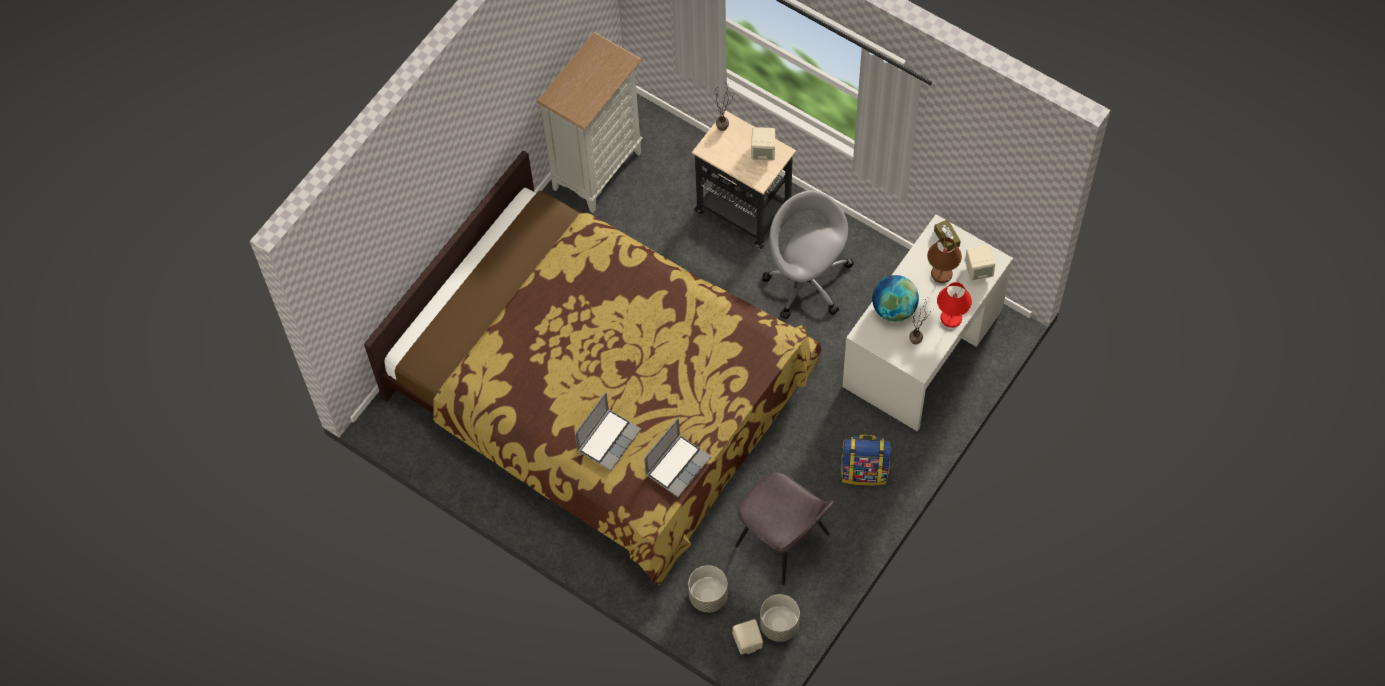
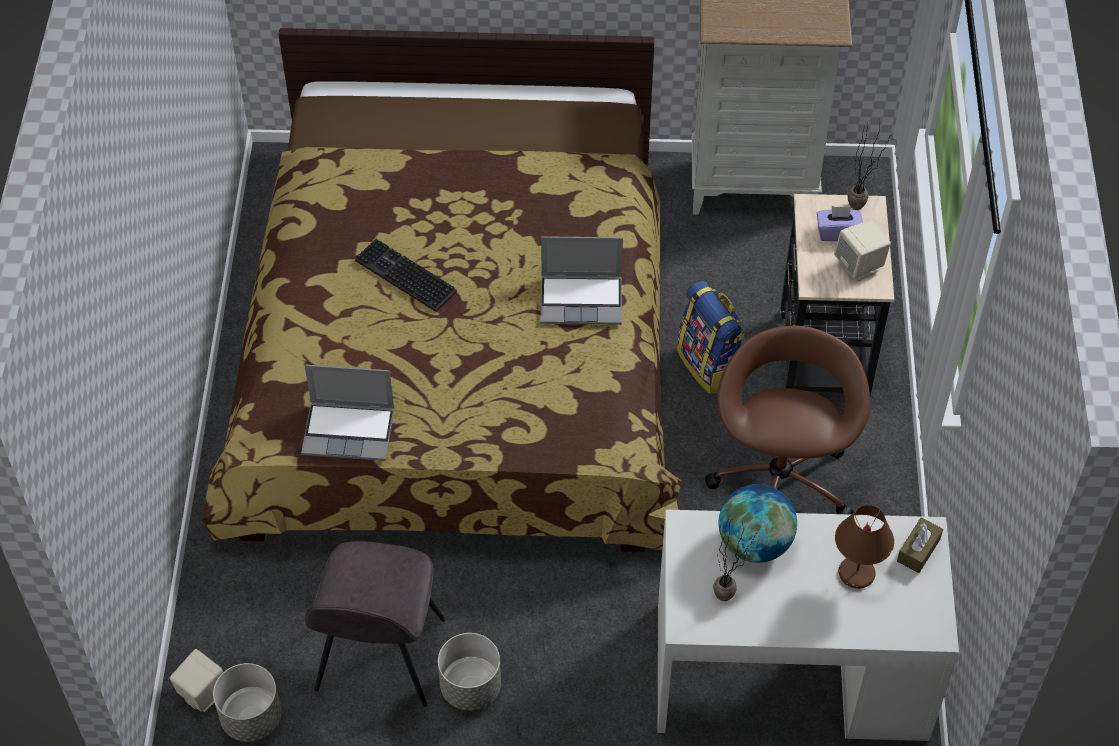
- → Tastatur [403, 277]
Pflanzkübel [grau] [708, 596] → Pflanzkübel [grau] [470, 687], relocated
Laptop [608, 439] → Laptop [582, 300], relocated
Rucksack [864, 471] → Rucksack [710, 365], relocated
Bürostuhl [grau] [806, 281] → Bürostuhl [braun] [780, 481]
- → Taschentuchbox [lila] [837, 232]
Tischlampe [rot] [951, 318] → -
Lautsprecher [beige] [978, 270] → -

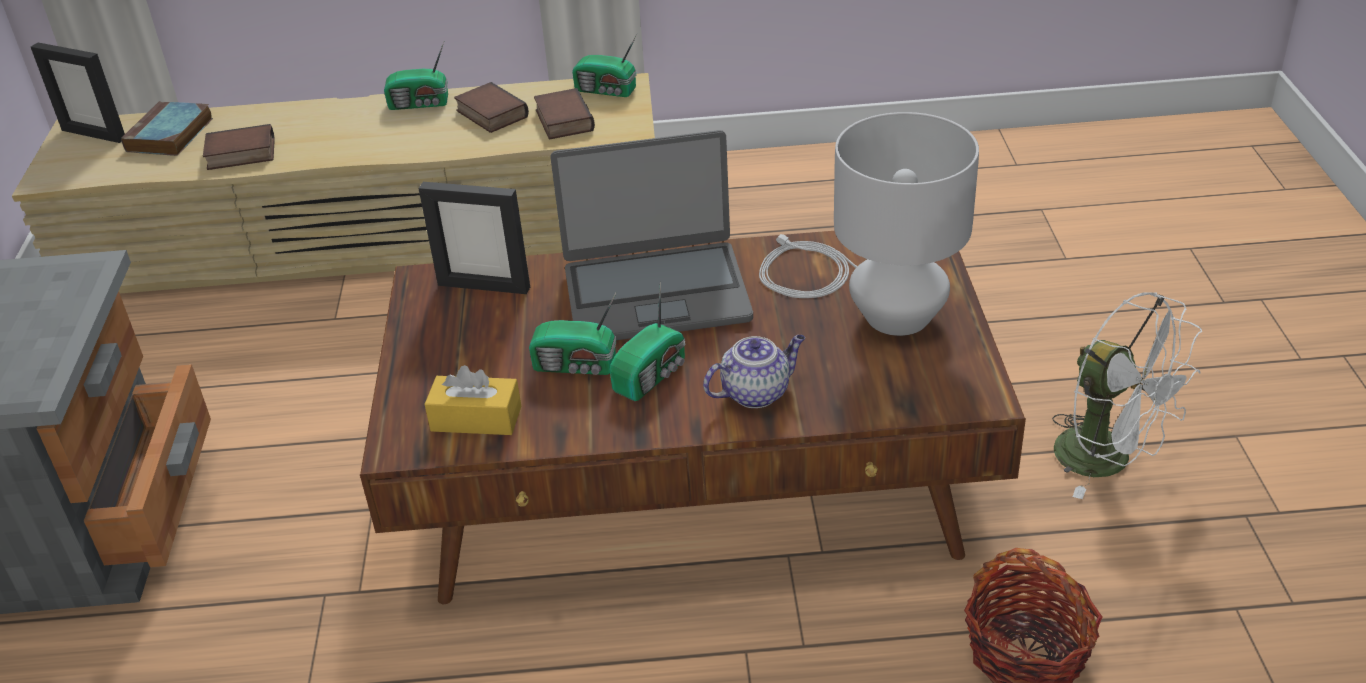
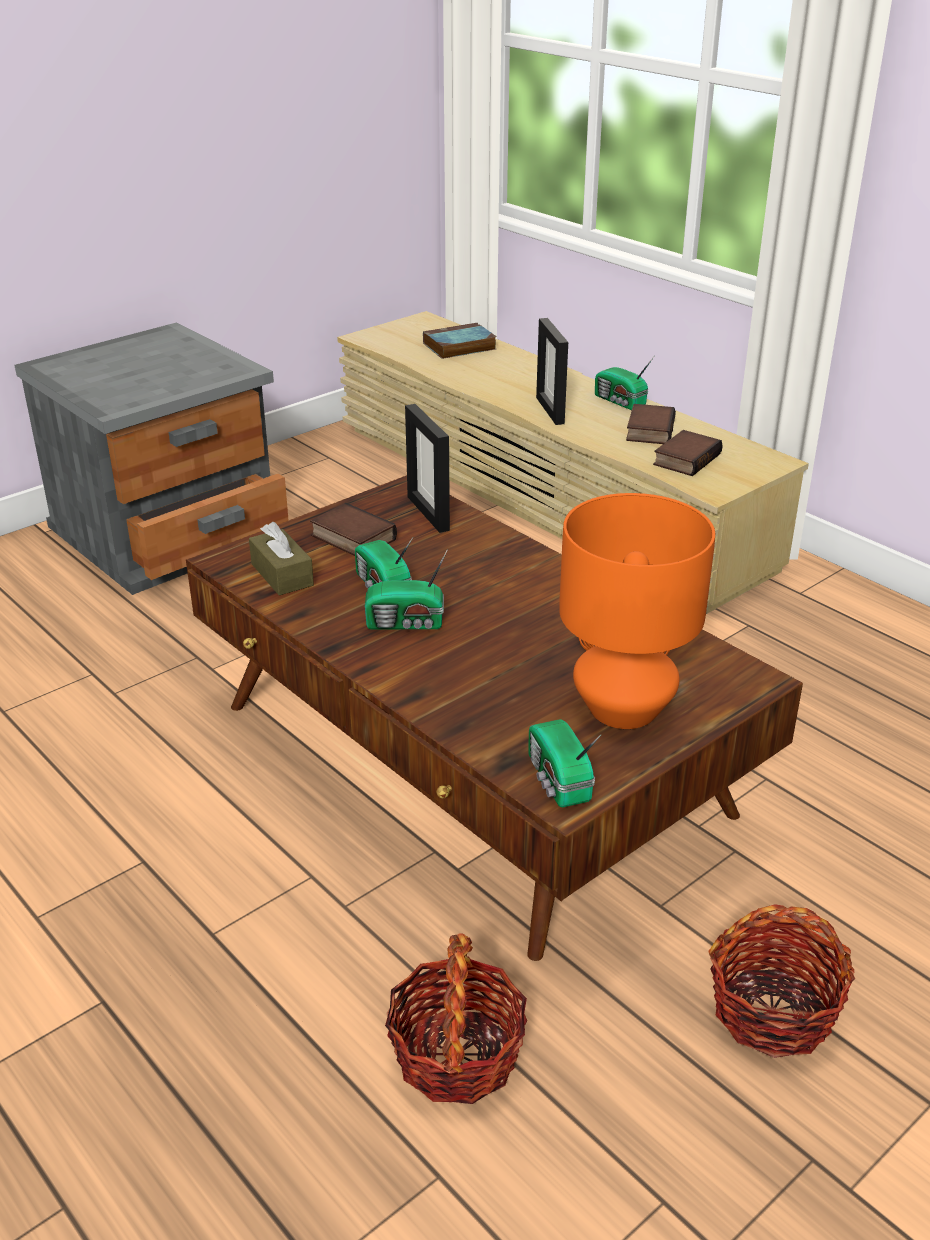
Taschentuchbox [gelb] [476, 419] → Taschentuchbox [braun] [282, 574]
Buch [240, 155] → Buch [351, 538], relocated
Radio [607, 91] → Radio [557, 781], relocated
Bilderrahmen [95, 133] → Bilderrahmen [551, 410], relocated
Tischlampe [grau] [860, 297] → Tischlampe [orange] [625, 679]
Ventilator [weiß] [1108, 460] → Korb [772, 1011]
Laptop [656, 293] → -
Teekanne [756, 392] → -

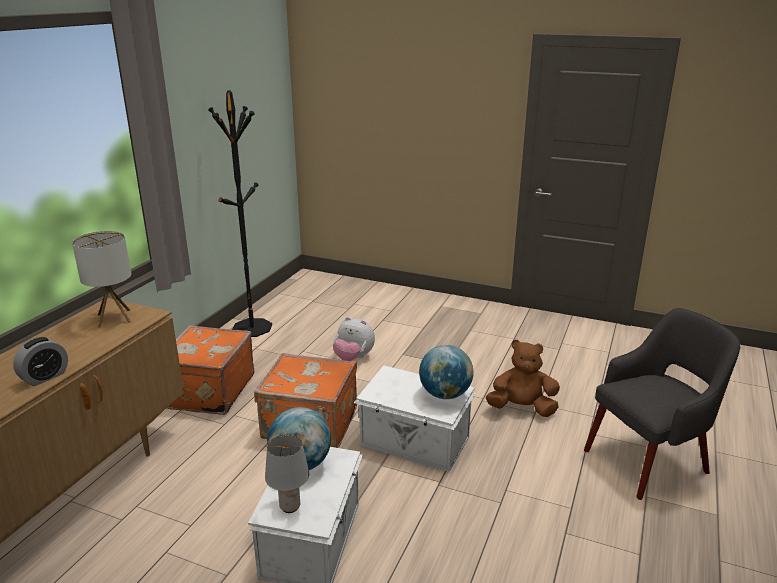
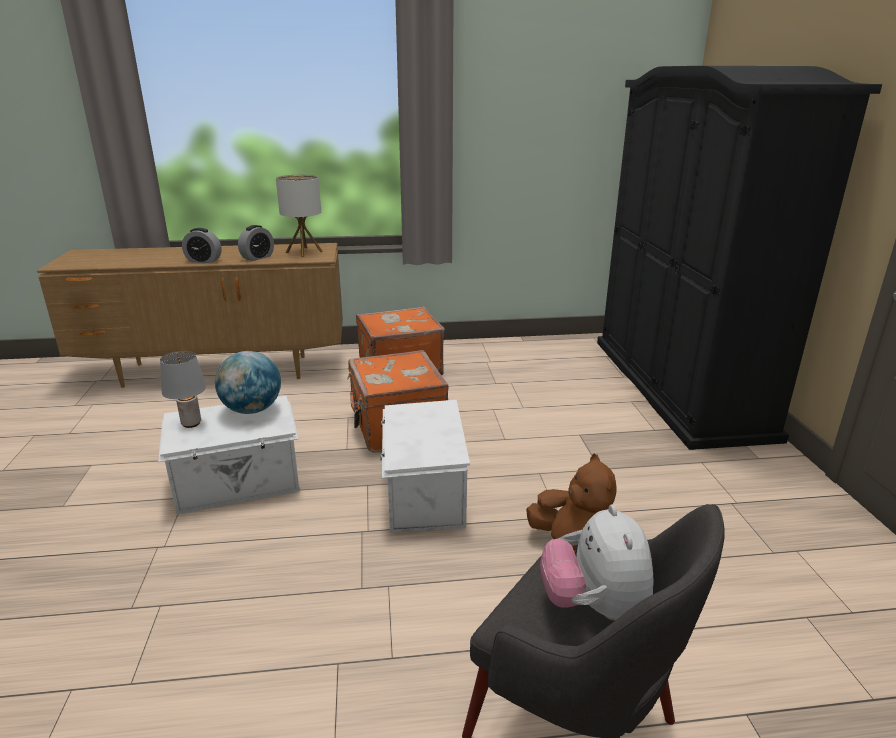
- → Wecker [257, 257]
Plüschtier [353, 358] → Plüschtier [593, 606], relocated
- → Kleiderschrank [schwarz] [677, 385]
Kleiderständer [schwarz] [252, 327] → -
Globus [445, 394] → -

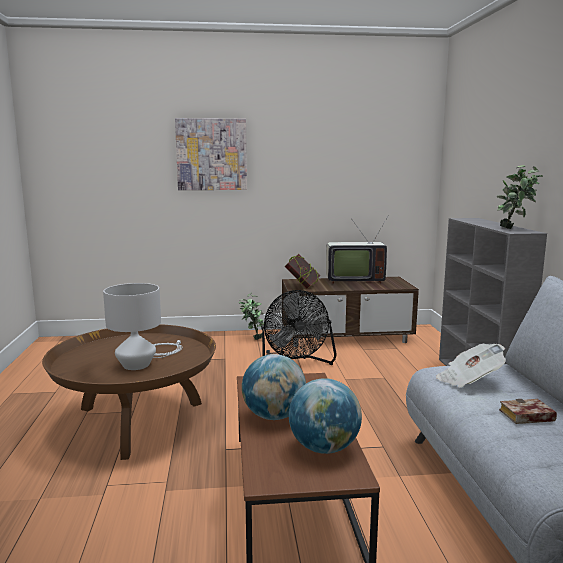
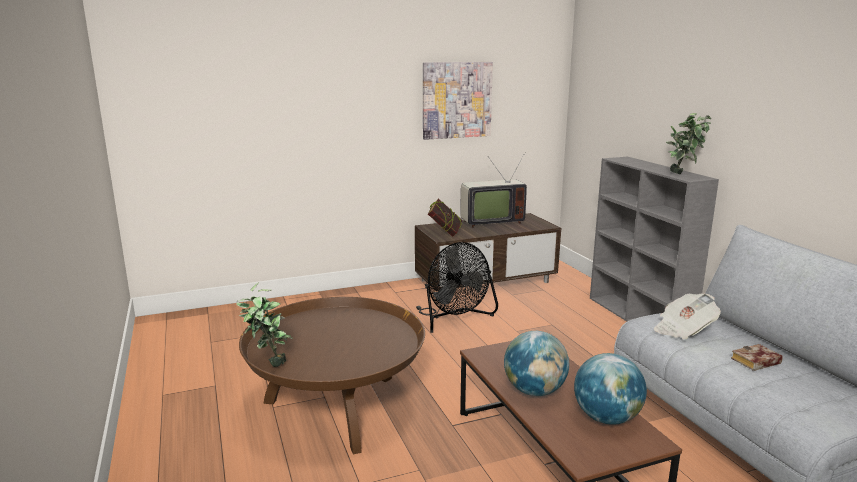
Topfpflanze [252, 338] → Topfpflanze [268, 364], relocated
Bild [211, 154] → Bild [456, 100], relocated
Tischlampe [weiß] [147, 359] → -

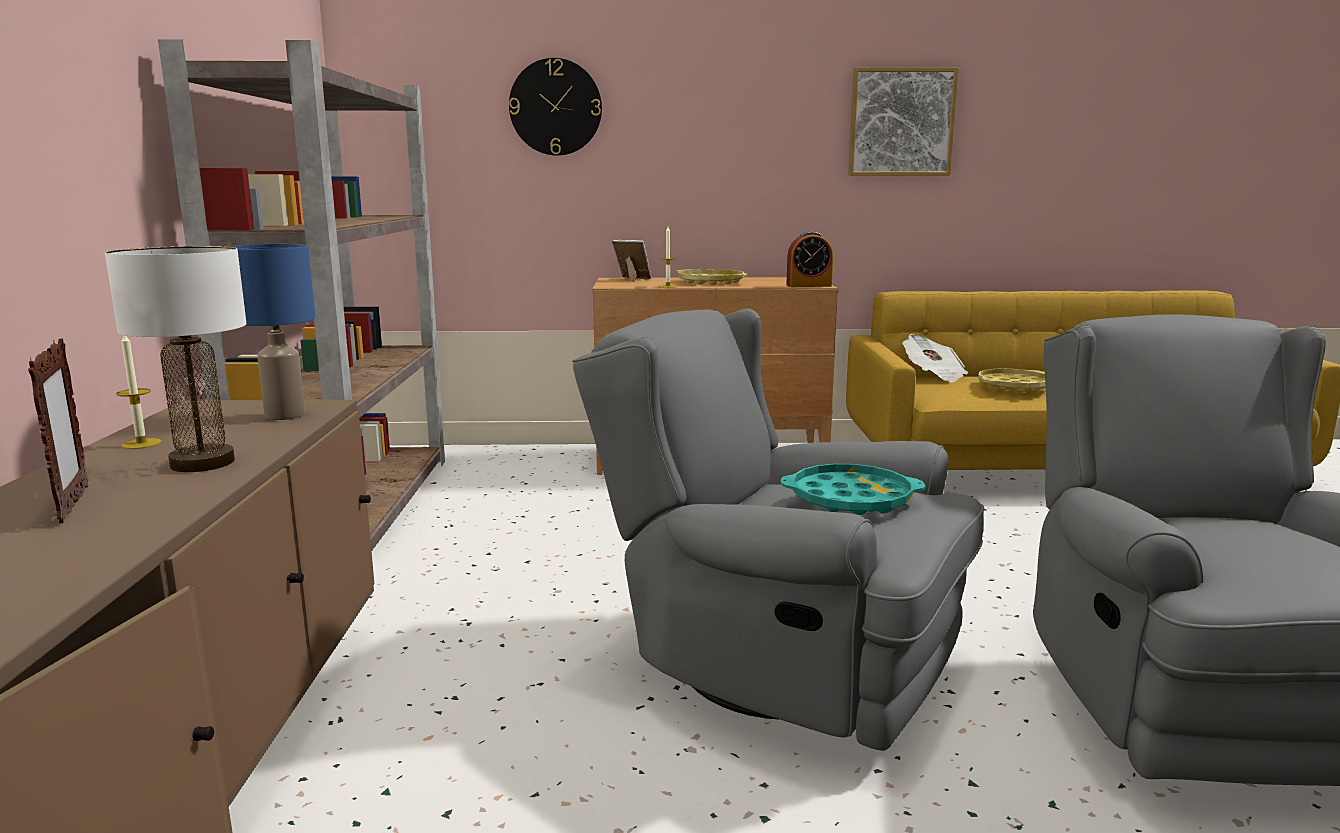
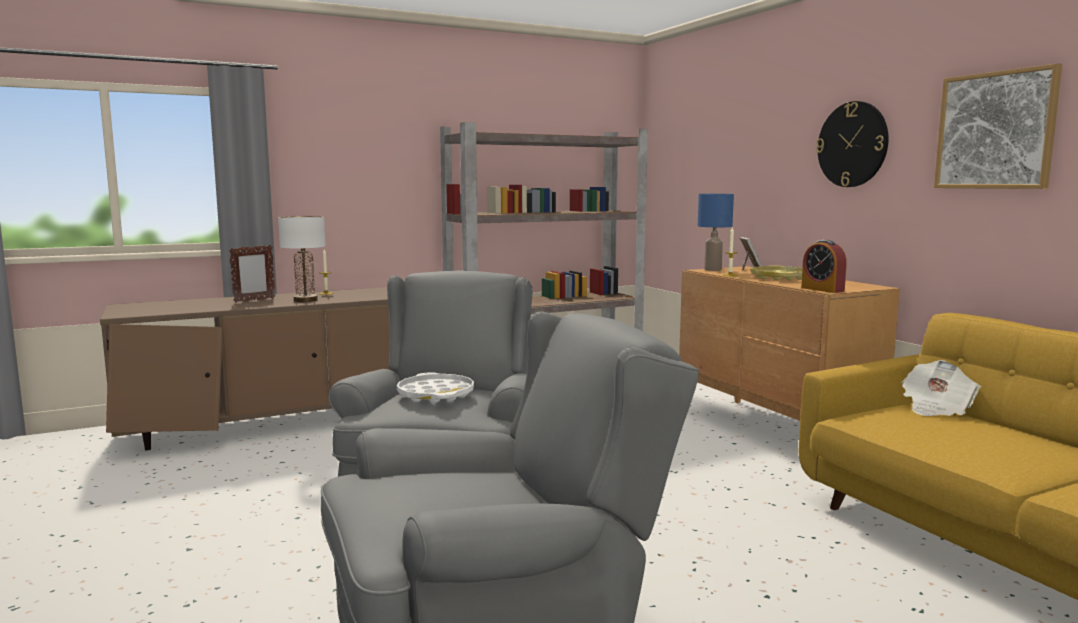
Tablett [türkis] [851, 499] → Tablett [weiß] [436, 394]
Tischlampe [blau] [285, 415] → Tischlampe [blau] [713, 269], relocated
Wanduhr [555, 107] → Wanduhr [852, 144], relocated
Tablett [gelb] [1013, 386] → -

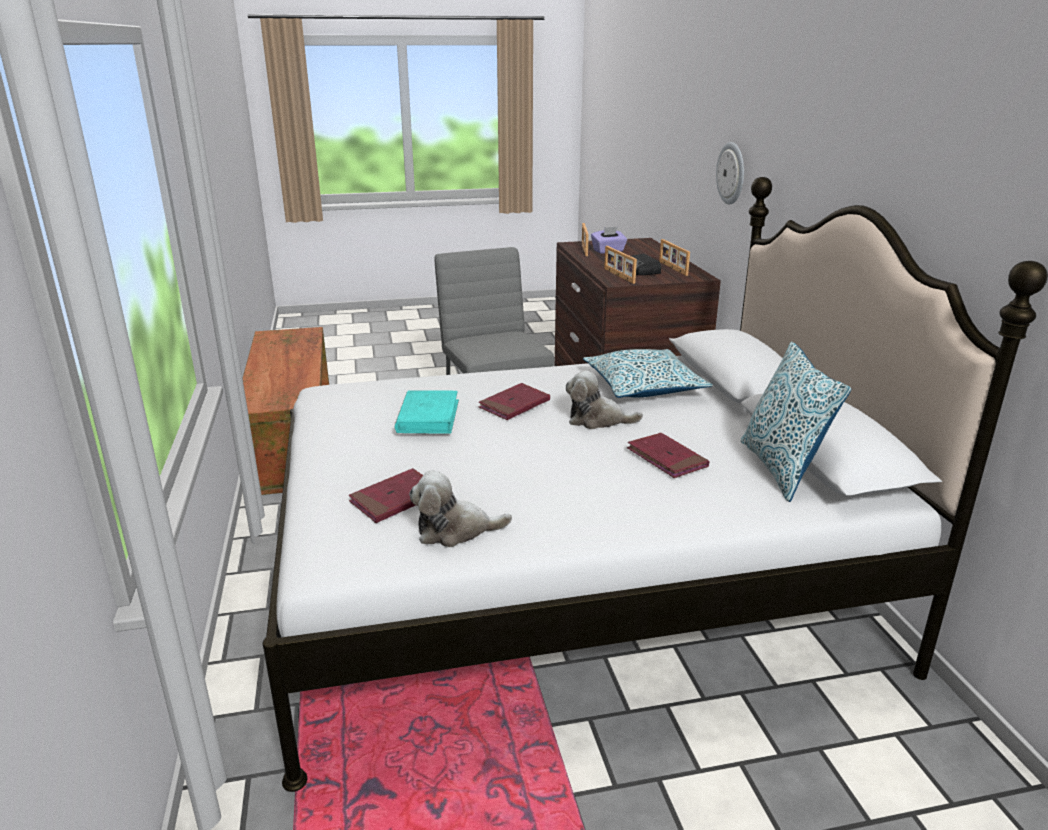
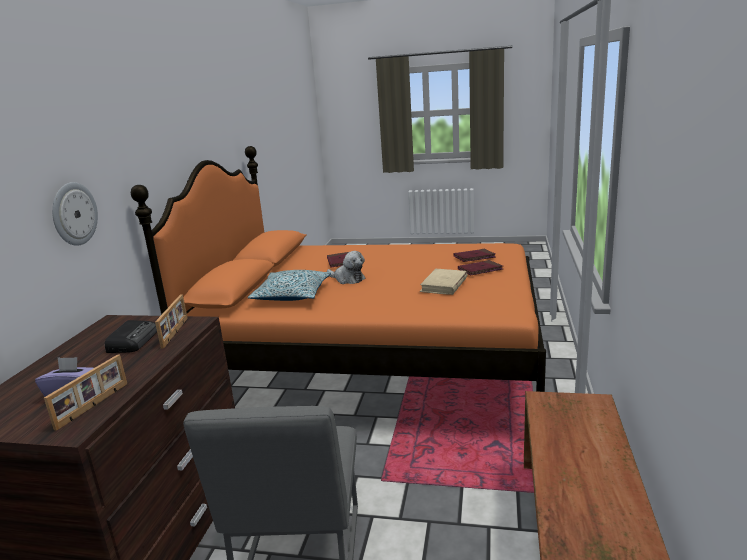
Bett [weiß] [570, 583] → Bett [orange] [376, 364]
Buch [türkis] [428, 416] → Buch [beige] [444, 285]
Buch [rot] [514, 405] → Buch [rot] [480, 270], relocated
Plüschtier [455, 530] → -
Bilderrahmen [672, 268] → -
Kissen [781, 469] → -

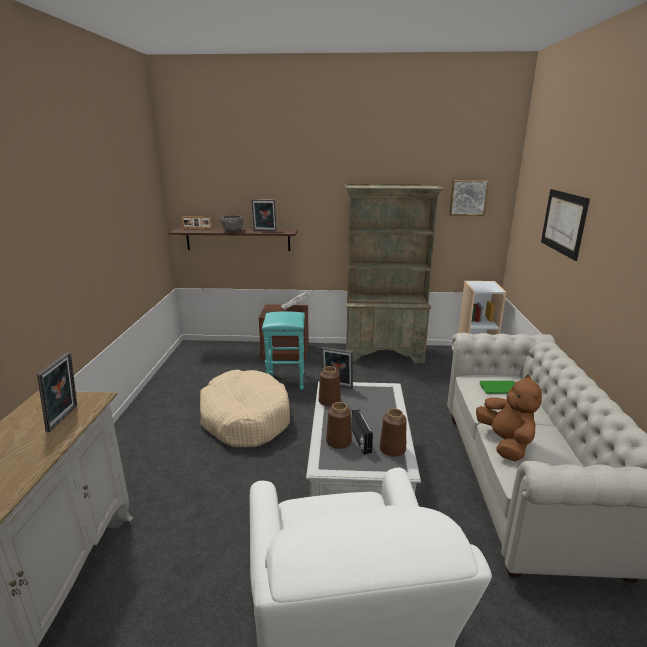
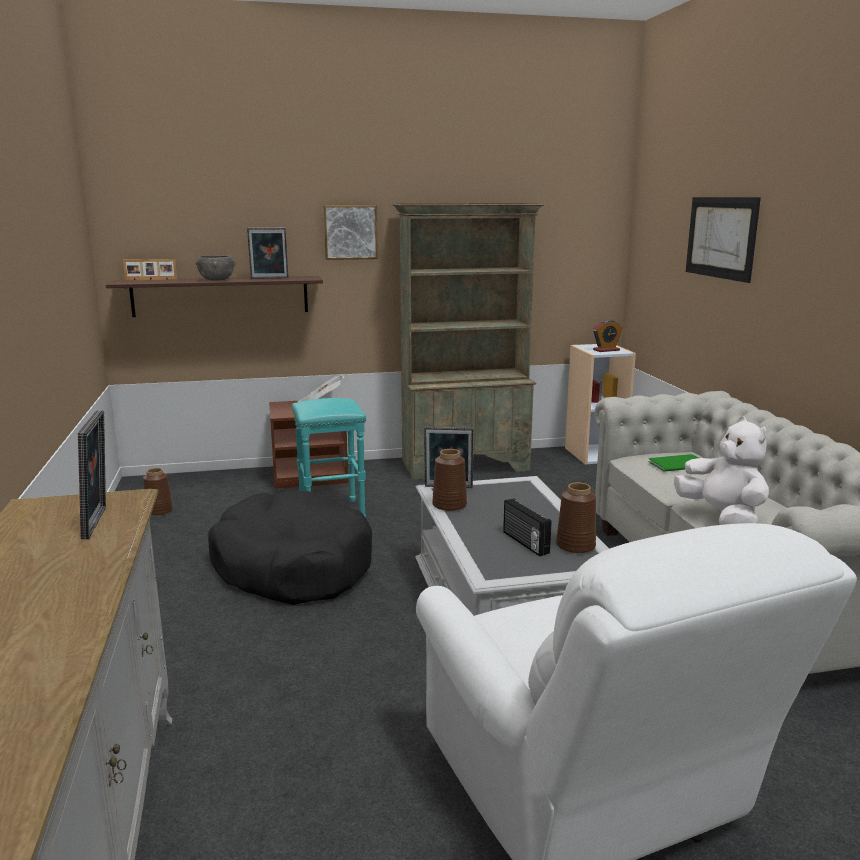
Vase [braun] [339, 441] → Vase [braun] [159, 511], relocated
Hundebett [beige] [245, 418] → Hundebett [schwarz] [292, 567]
Bild [468, 197] → Bild [350, 232], relocated
- → Wecker [606, 350]
Plüschtier [braun] [505, 443] → Plüschtier [weiß] [722, 518]

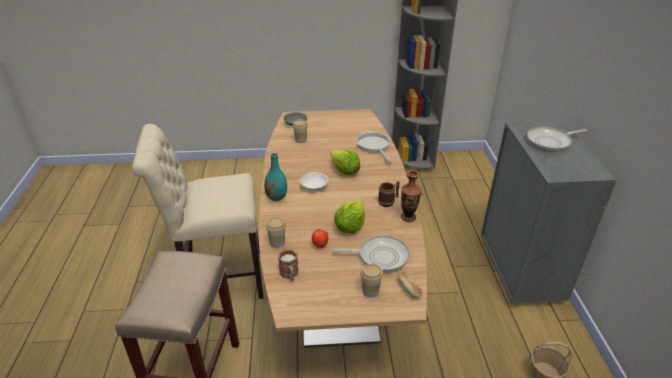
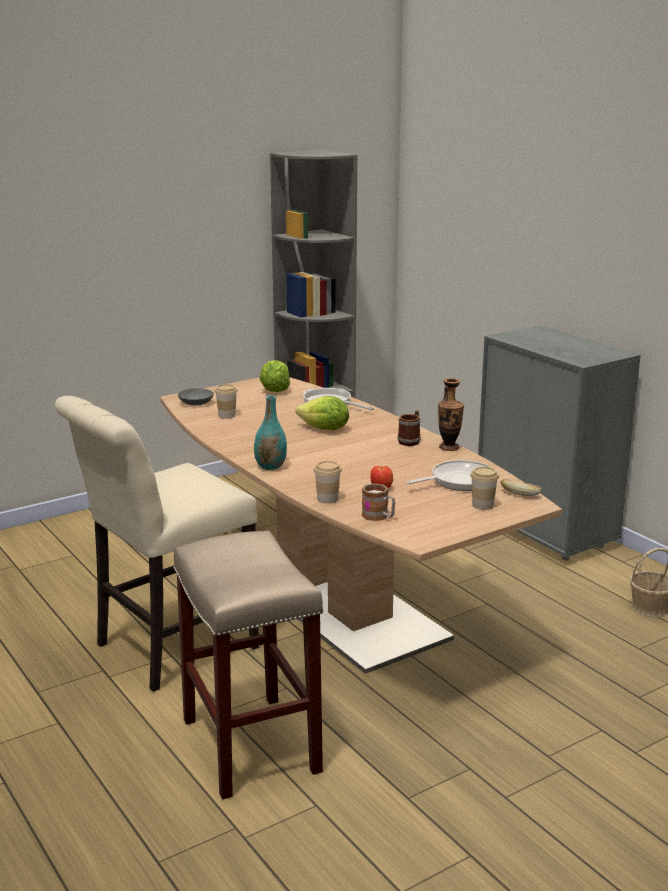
Salatkopf [350, 226] → Salatkopf [274, 390], relocated
Schüssel [weiß] [314, 186] → -
Pfanne [550, 142] → -

